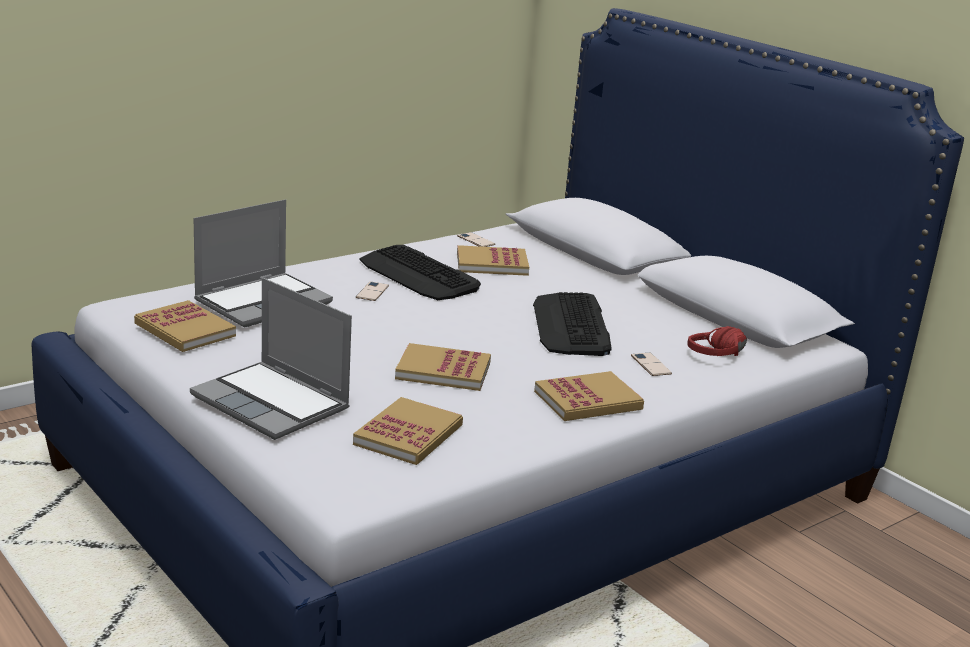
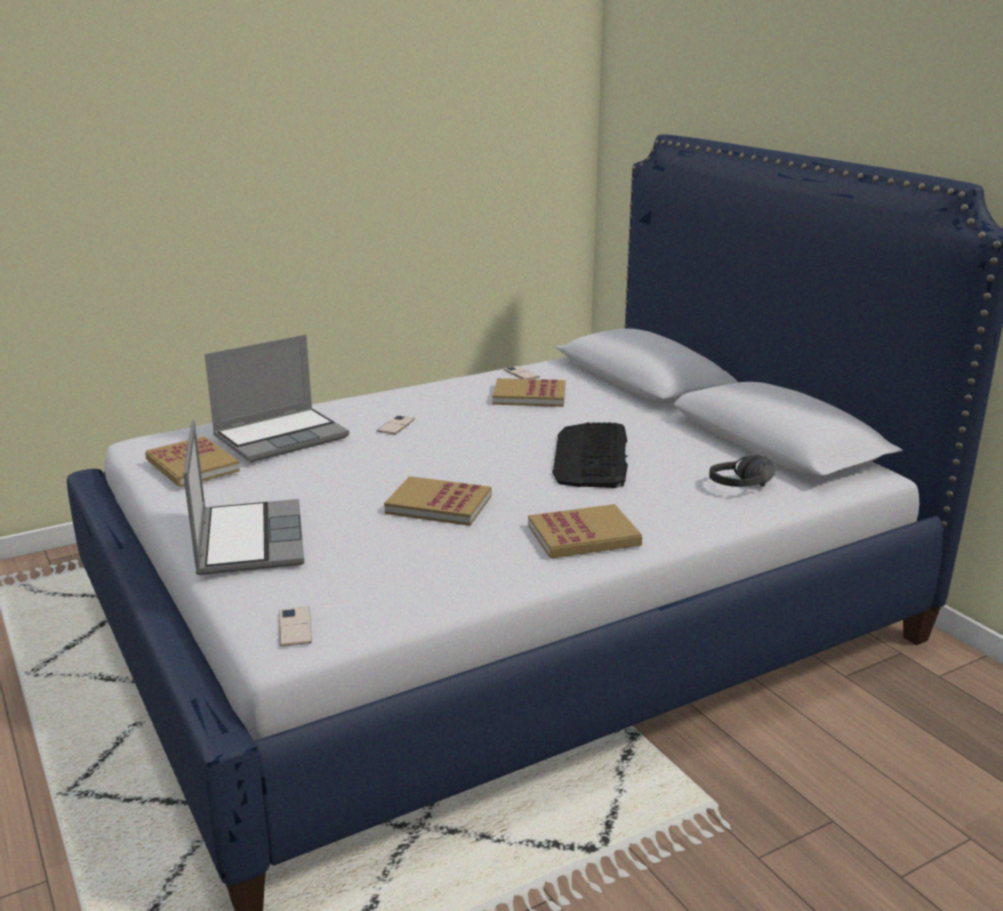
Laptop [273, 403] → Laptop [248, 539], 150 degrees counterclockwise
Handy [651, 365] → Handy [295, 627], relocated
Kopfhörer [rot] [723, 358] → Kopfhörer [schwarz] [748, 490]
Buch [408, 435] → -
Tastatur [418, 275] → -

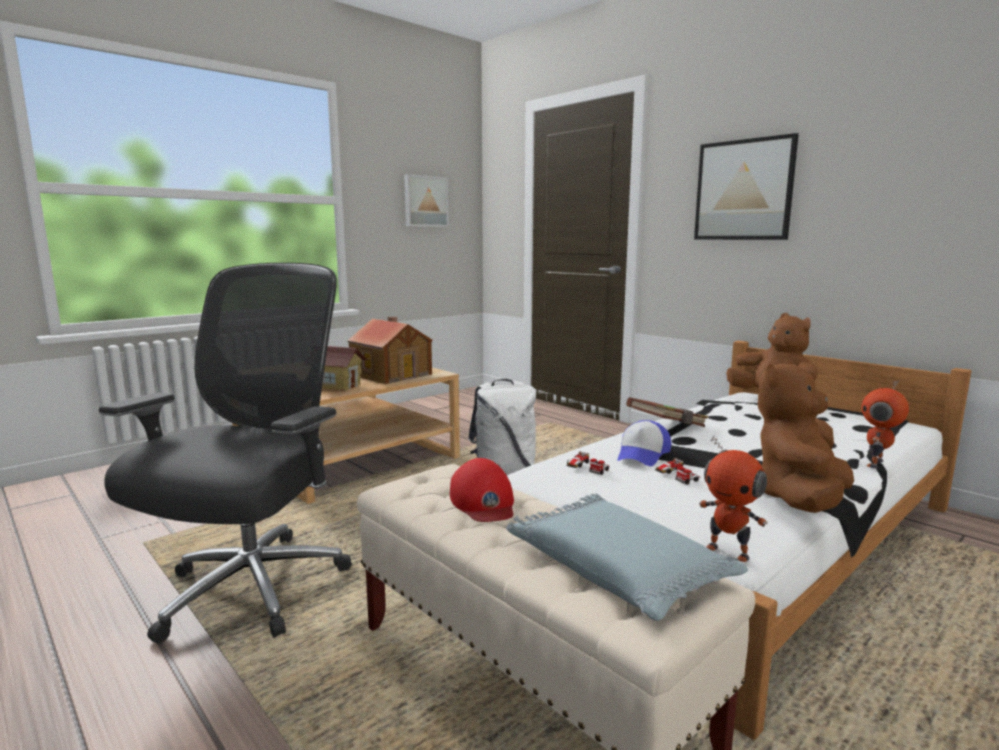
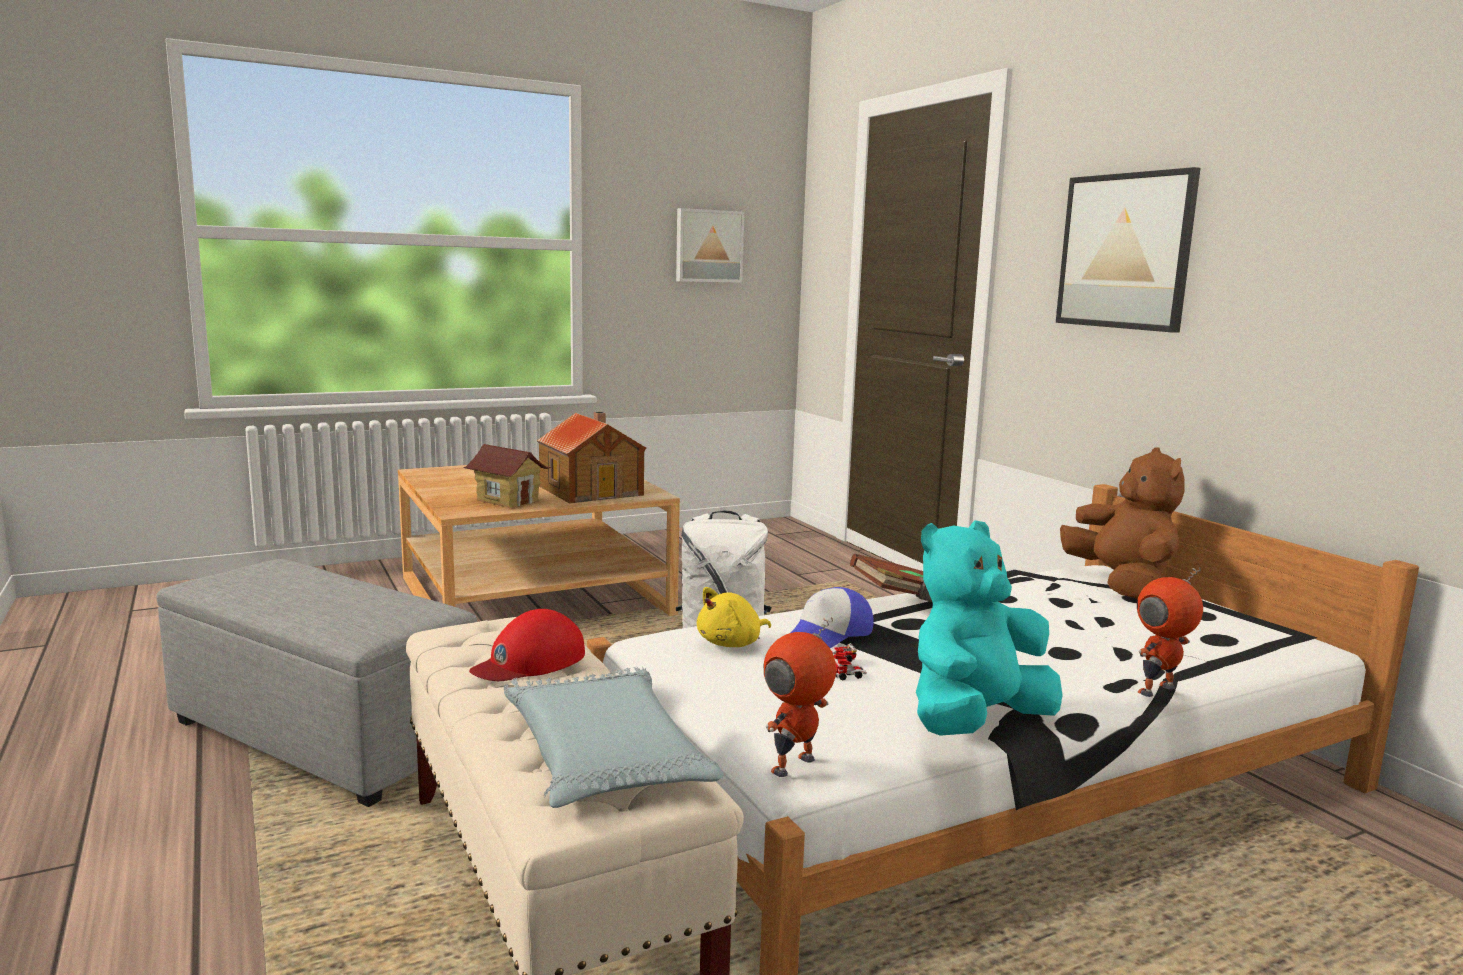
Bürostuhl [253, 589] → Polsterhocker [grau] [324, 737]
Kappe [rot] [483, 501] → Kappe [rot] [529, 661], 45 degrees clockwise
Spielzeugauto [587, 469] → Plüschtier [gelb] [732, 643]
Spielzeugroboter [728, 552] → Spielzeugroboter [795, 766], 75 degrees clockwise
Plüschtier [braun] [800, 500] → Plüschtier [türkis] [975, 722]

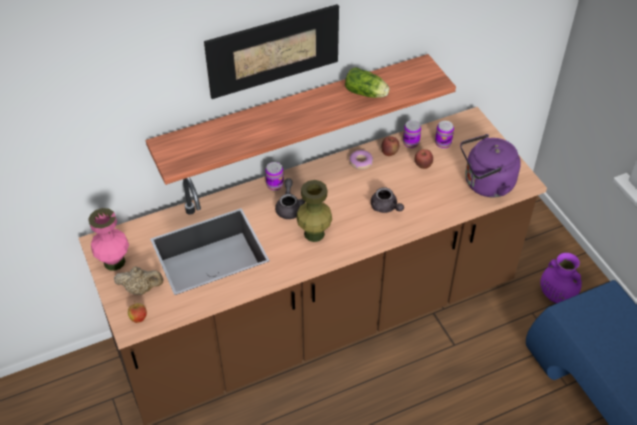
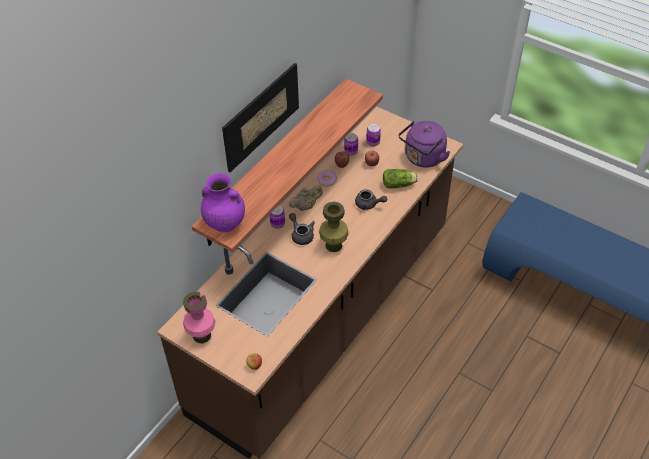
Vase [lila] [556, 294] → Vase [lila] [224, 223], relocated
Teekanne [beige] [141, 289] → Teekanne [beige] [305, 206], relocated
Salatkopf [367, 93] → Salatkopf [399, 184], relocated

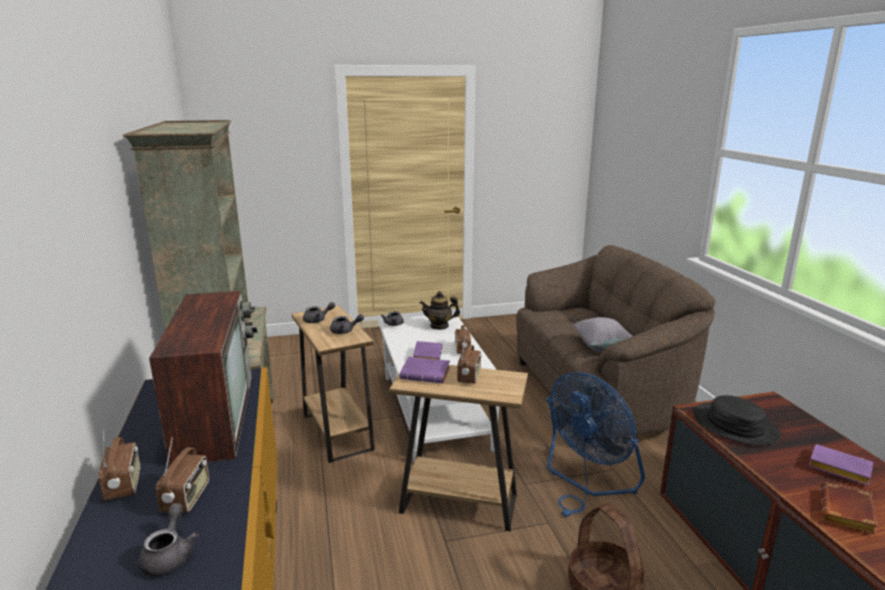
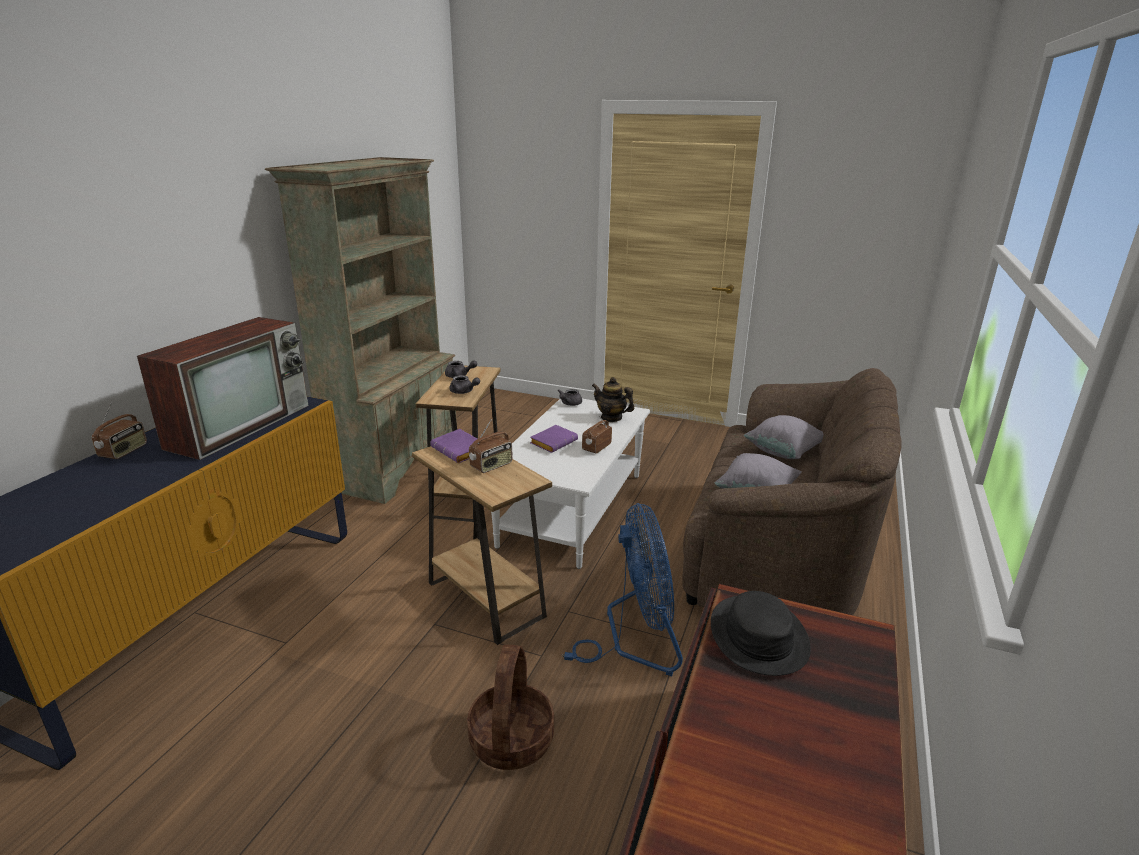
- → Kissen [grau] [784, 452]
Teekanne [grau] [170, 555] → -
Radio [187, 498] → -
Buch [lila] [837, 469] → -
Buch [braun] [848, 514] → -

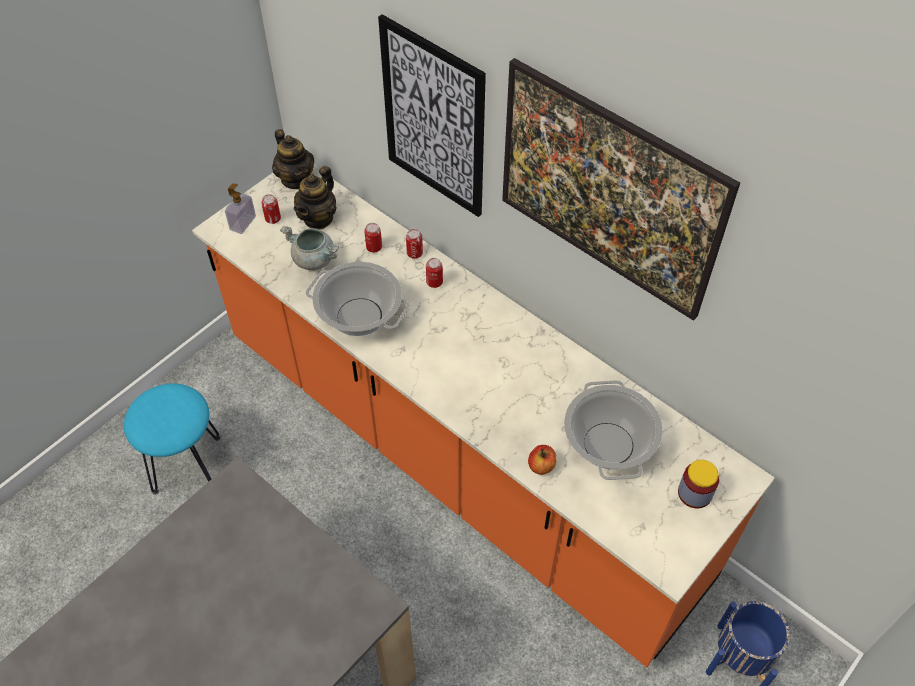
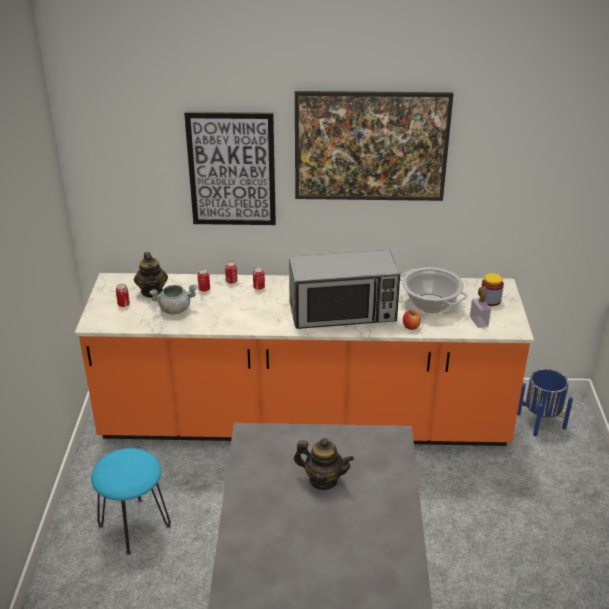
- → Mikrowelle [343, 313]
Teekanne [296, 179] → Teekanne [323, 480], relocated
Seifenspender [243, 223] → Seifenspender [478, 321], relocated
Kochtopf [360, 317] → -

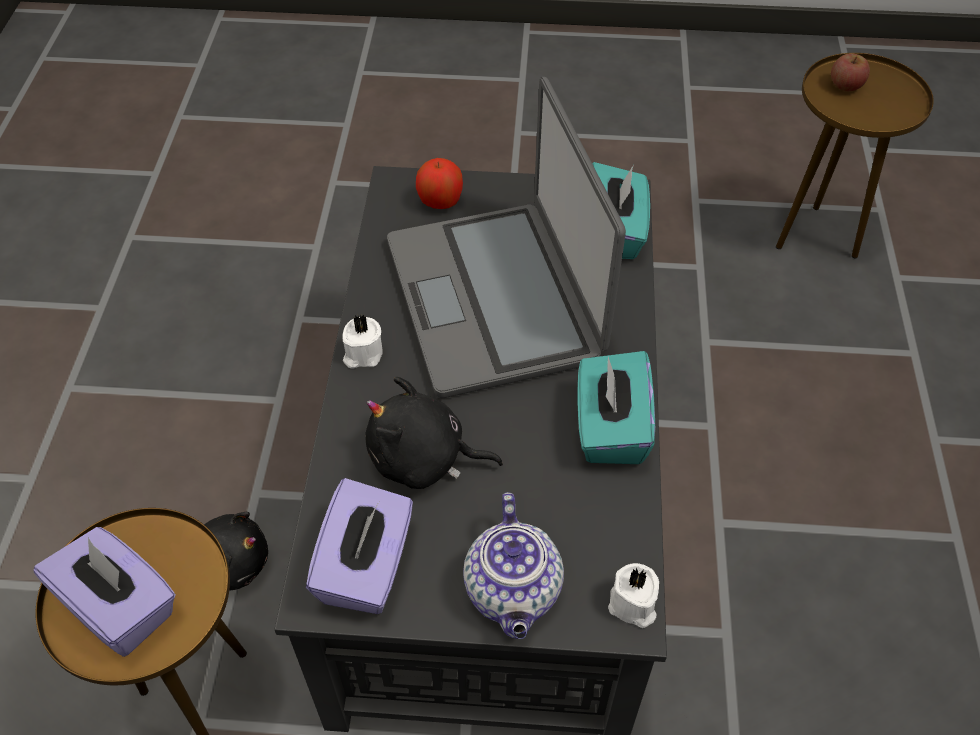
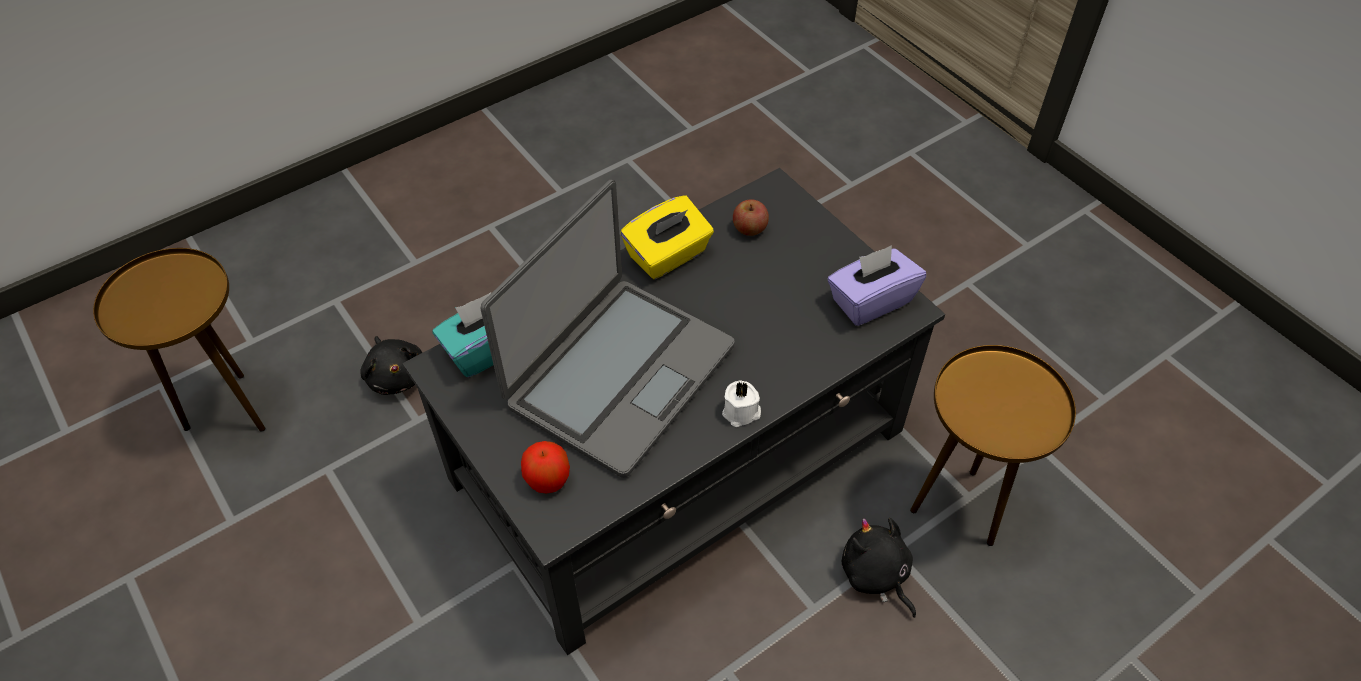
Plüschtier [schwarz] [424, 459] → Plüschtier [schwarz] [396, 375], relocated
Taschentuchbox [türkis] [610, 428] → Taschentuchbox [gelb] [668, 256]
Apfel [845, 85] → Apfel [749, 228], relocated
Taschentuchbox [lila] [121, 606] → -
Teekanne [514, 592] → -
Kerze [weiß] [632, 606] → -

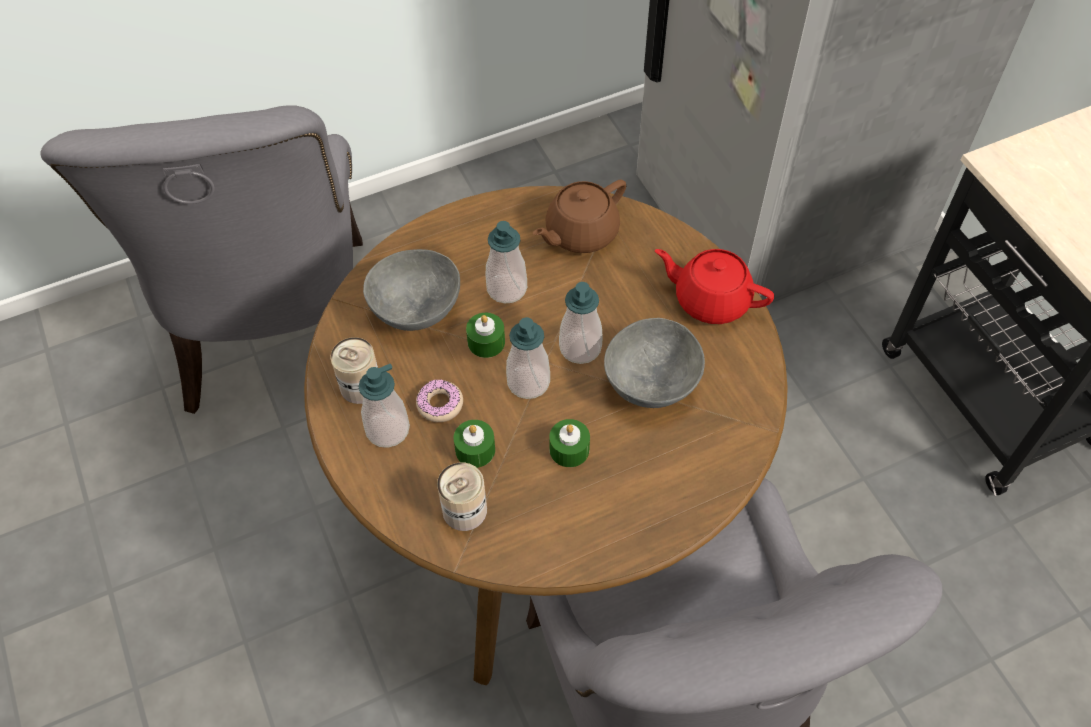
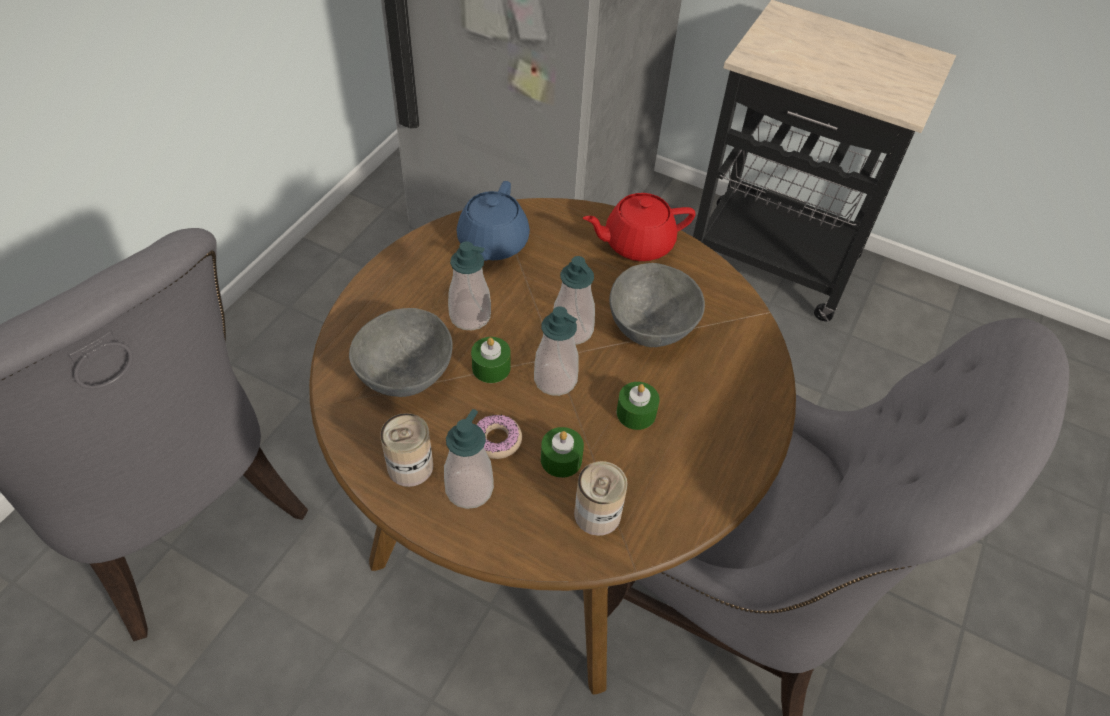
Teekanne [braun] [580, 233] → Teekanne [blau] [492, 244]

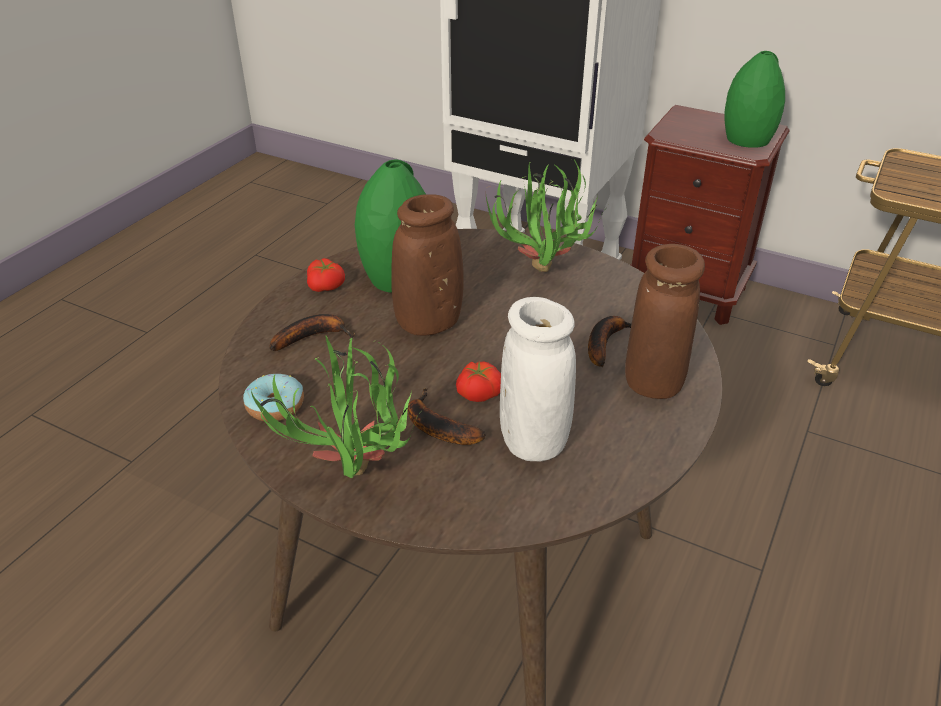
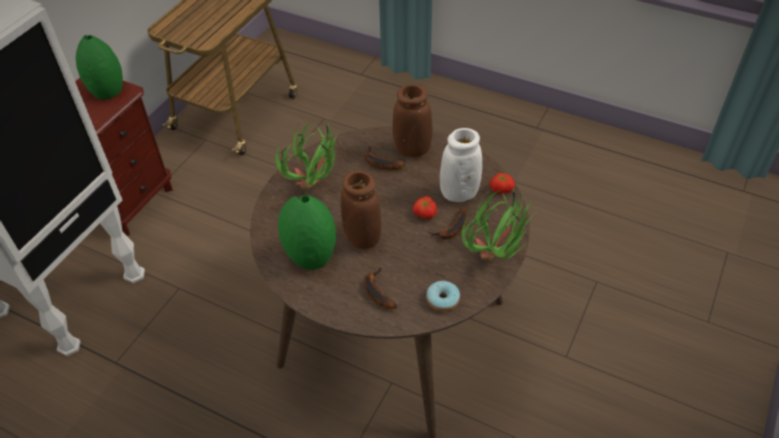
Tomate [327, 286] → Tomate [501, 188], relocated

